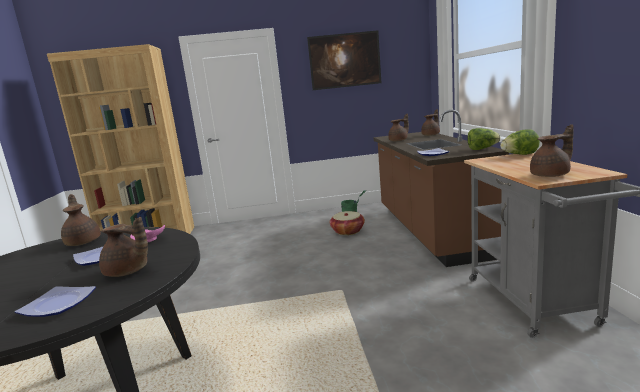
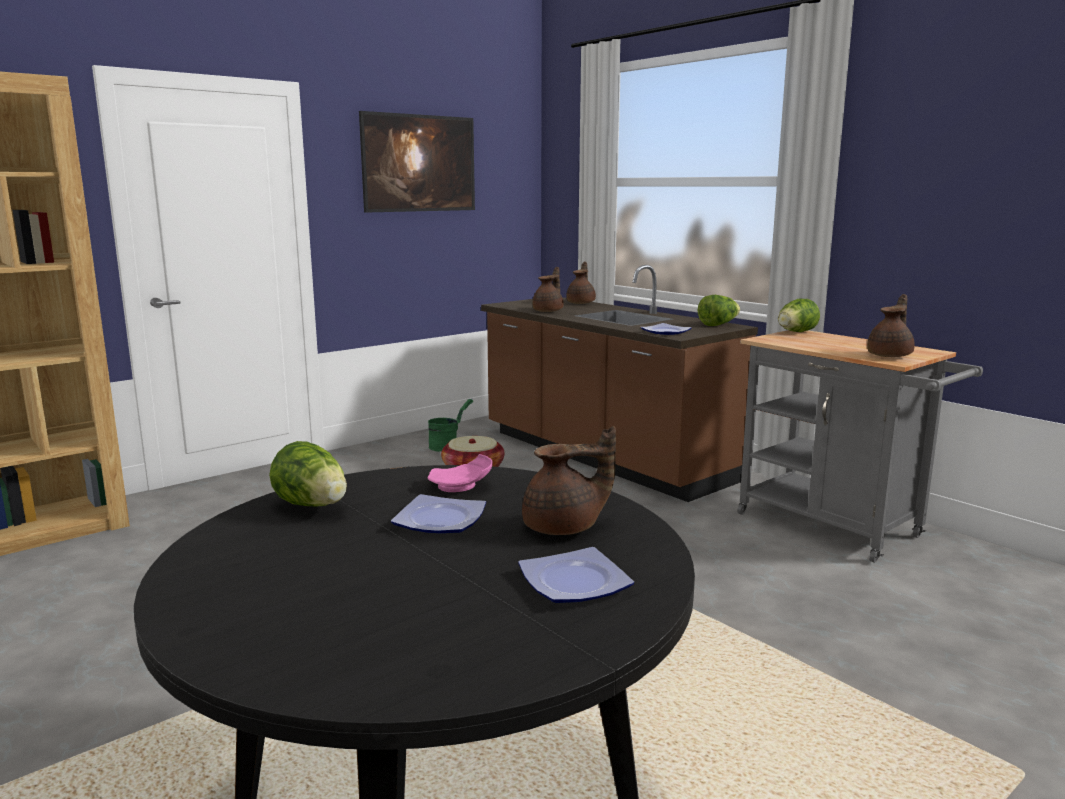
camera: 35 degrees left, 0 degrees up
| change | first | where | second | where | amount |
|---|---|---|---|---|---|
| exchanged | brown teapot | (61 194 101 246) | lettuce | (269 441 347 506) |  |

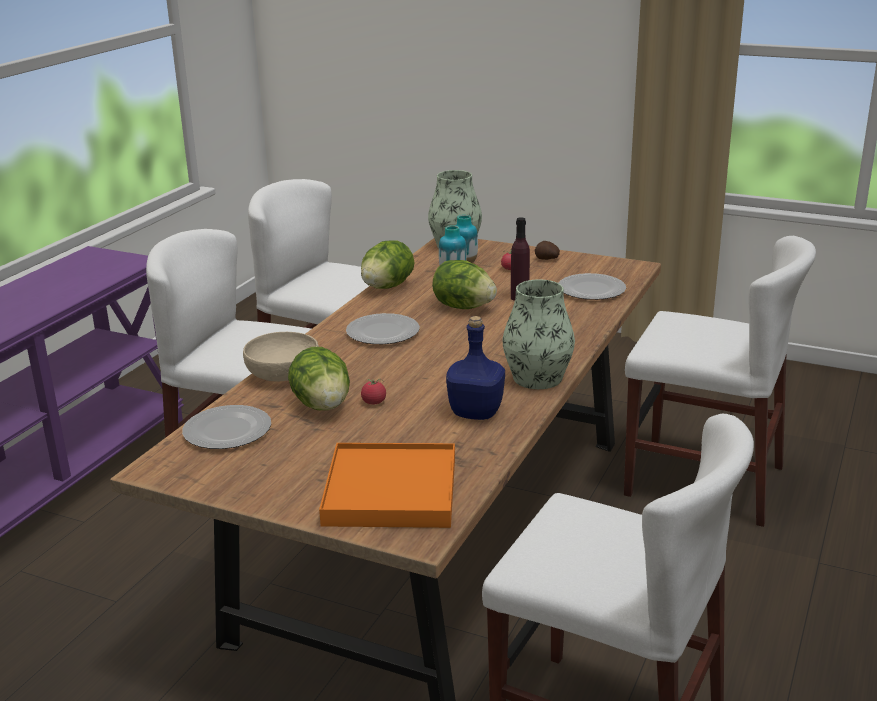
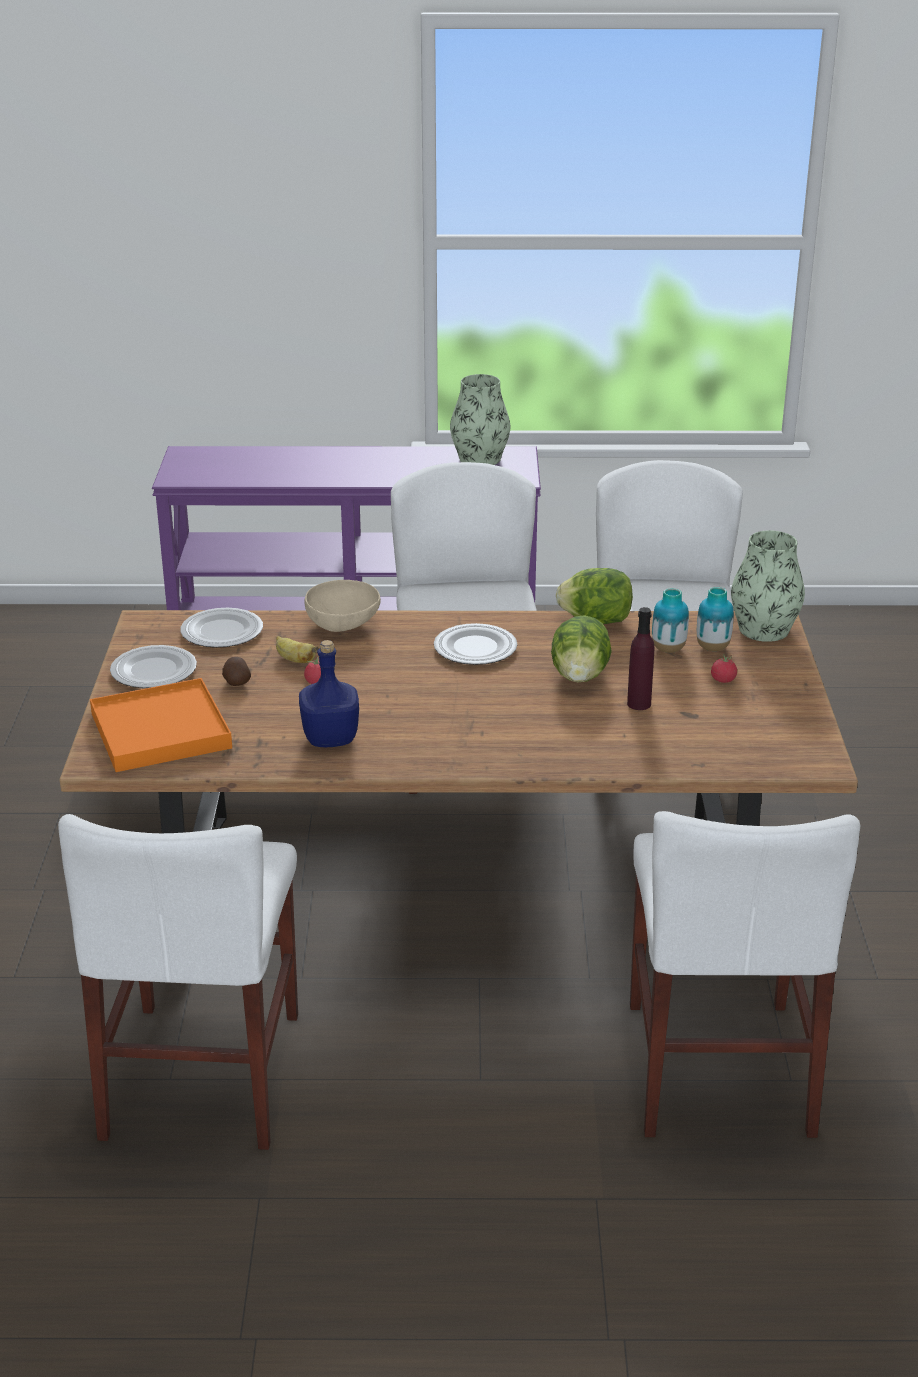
camera: 65 degrees right, 5 degrees up
| change | first | where | second | where | amount |
|---|---|---|---|---|---|
| relocated | potato | (535 241 560 260) |  | (222 657 251 686) |  |
| relocated | plate | (559 273 626 300) |  | (110 645 197 688) |  |
| relocated | vase | (502 279 575 389) |  | (450 374 511 465) |  |
| exchanged | lettuce | (288 347 350 410) | banana | (276 636 319 663) |  |

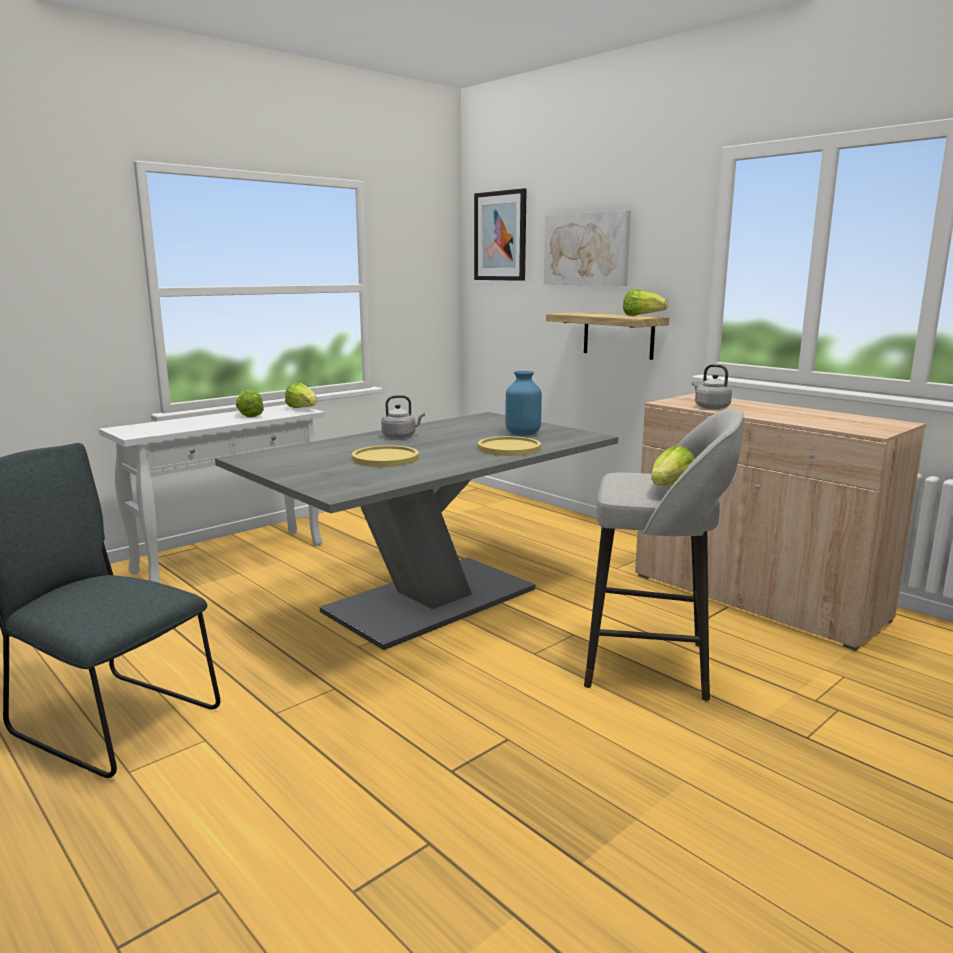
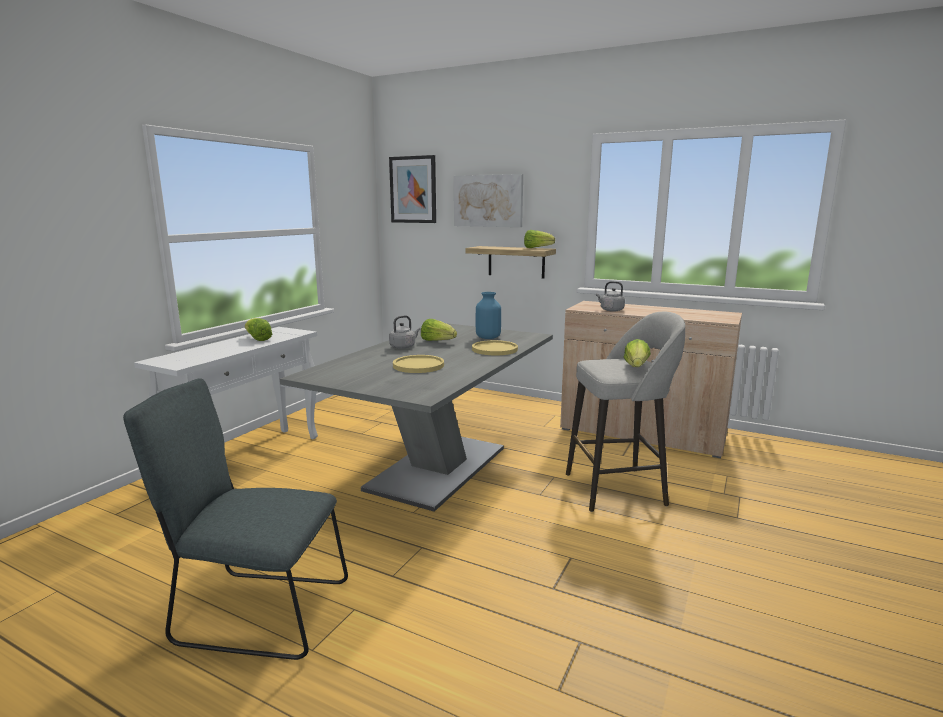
camera: 20 degrees left, 0 degrees up
| change | first | where | second | where | amount |
|---|---|---|---|---|---|
| relocated | lettuce | (285 382 317 408) |  | (421 319 457 341) |  |

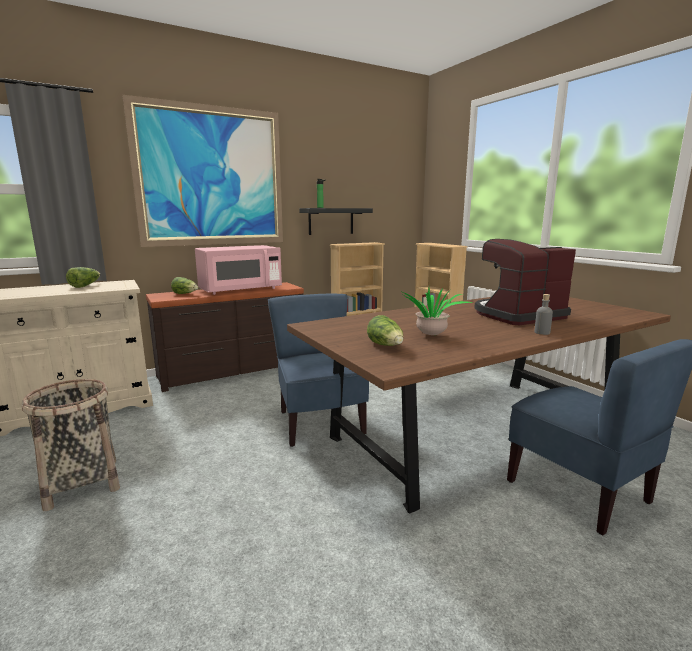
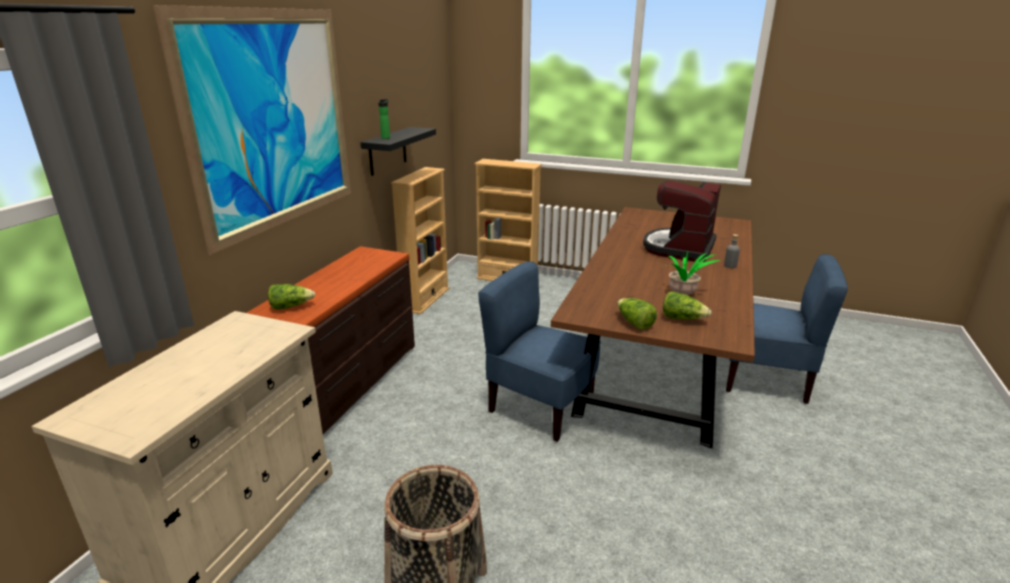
camera: 40 degrees left, 10 degrees up
| change | first | where | second | where | amount |
|---|---|---|---|---|---|
| missing | pink microwave | (195 245 282 295) |  |  |  |
| relocated | lettuce | (66 267 100 288) |  | (618 298 657 330) |  |

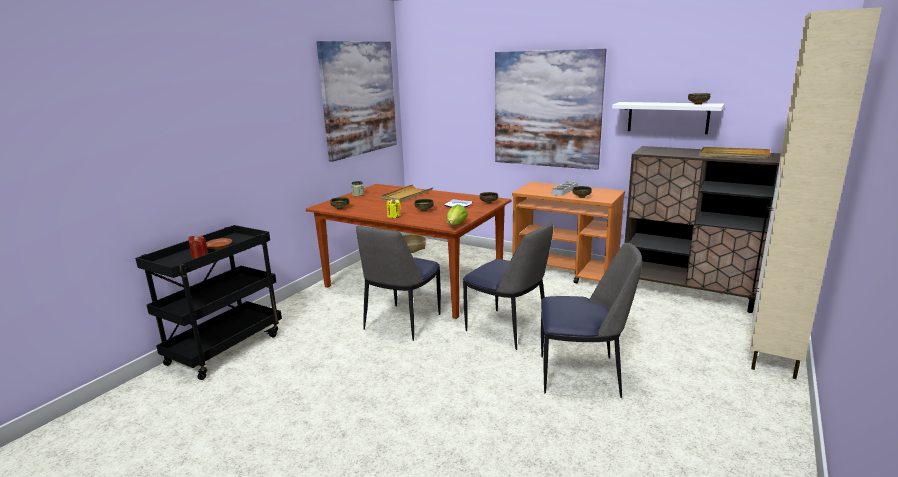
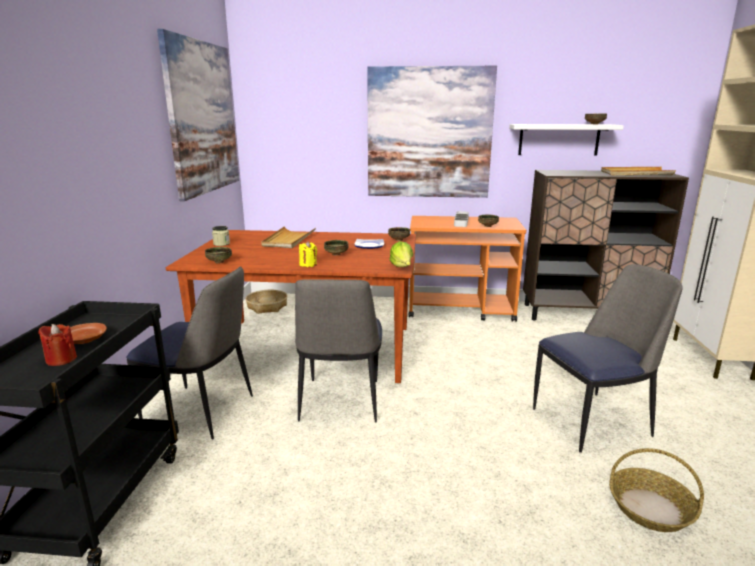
camera: 25 degrees left, 0 degrees up
| change | first | where | second | where | amount |
|---|---|---|---|---|---|
| relocated | chair | (463 222 554 350) |  | (126 266 253 439) |  |
| appeared |  |  | basket | (609 448 704 532) |  |

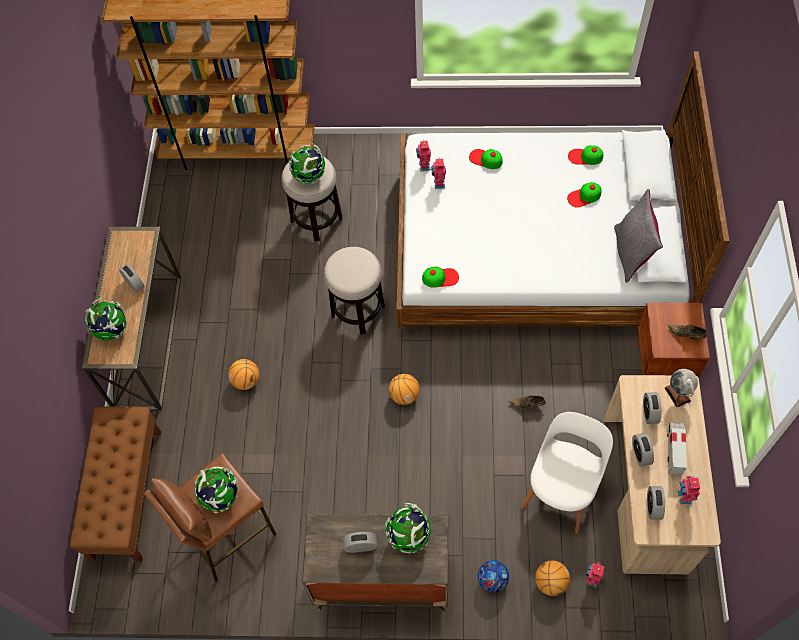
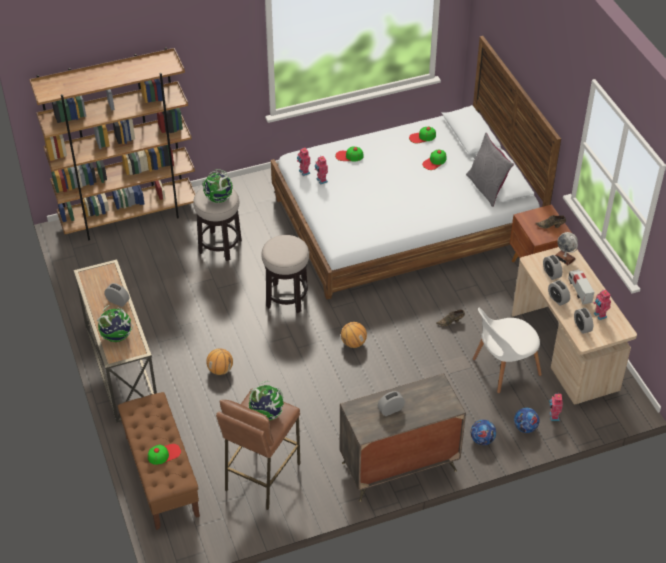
camera: 25 degrees left, 15 degrees down
| change | first | where | second | where | amount |
|---|---|---|---|---|---|
| relocated | cap | (422 266 459 288) |  | (148 443 181 465) |  |
| spun | white chair | (520 412 613 534) |  | (473 308 542 393) | 120 degrees counterclockwise |
| missing | globe | (385 503 431 553) |  |  |  |
| exchanged | basketball | (535 560 570 596) | football | (514 408 539 433) |  |

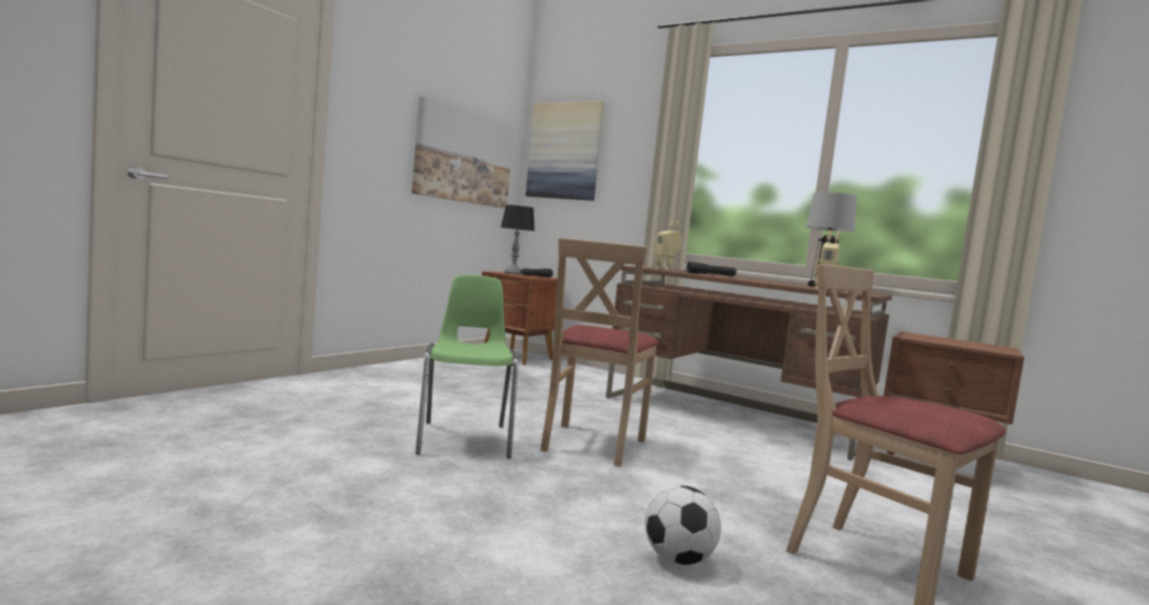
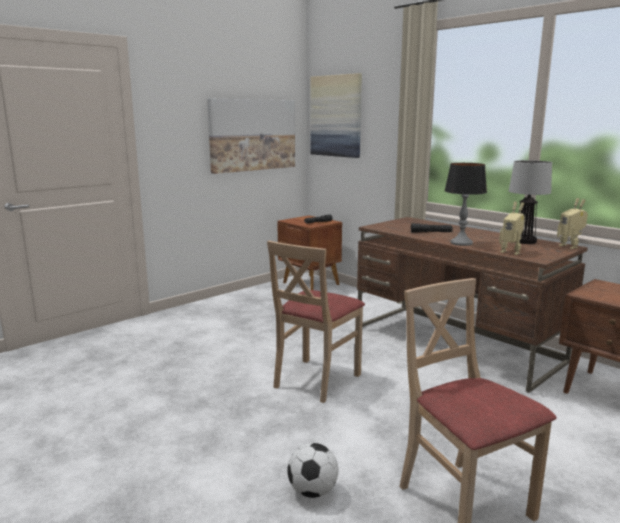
camera: 15 degrees right, 10 degrees up
| change | first | where | second | where | amount |
|---|---|---|---|---|---|
| relocated | table lamp | (501 205 535 275) |  | (444 163 487 246) |  |
| relocated | toy robot | (653 220 682 270) |  | (557 198 588 249) |  |
| missing | green chair | (415 275 518 458) |  |  |  |

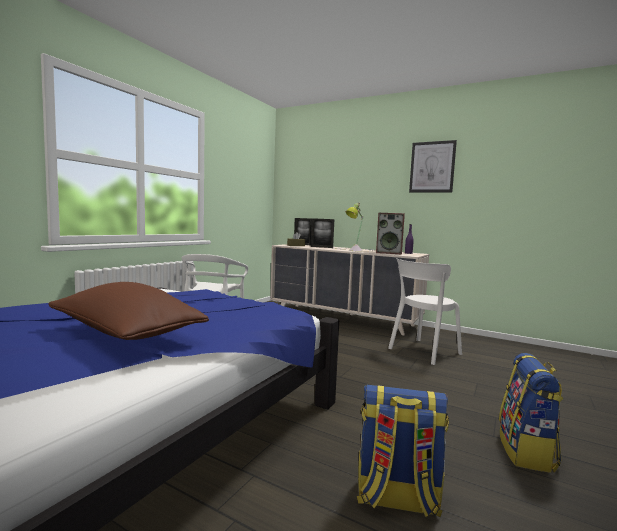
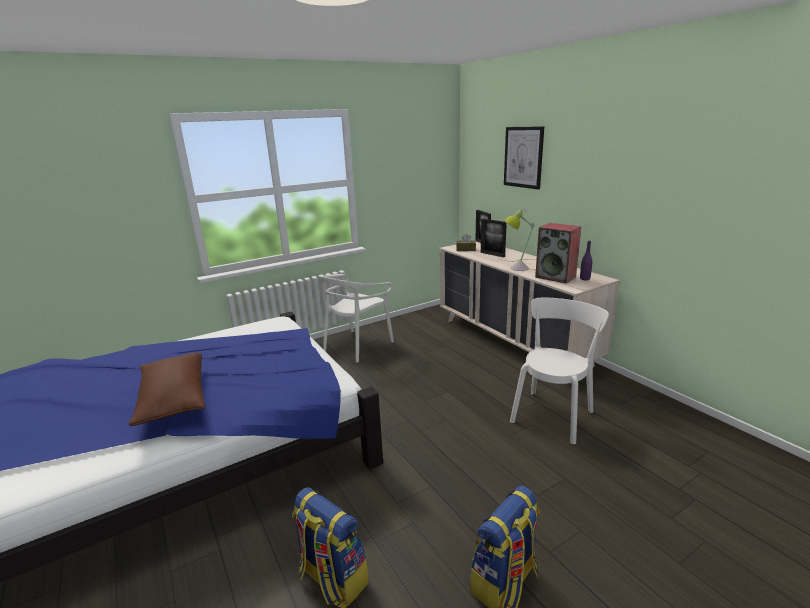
camera: 30 degrees right, 15 degrees up
| change | first | where | second | where | amount |
|---|---|---|---|---|---|
| relocated | picture | (409 140 457 193) |  | (504 126 544 190) |  |
| spun | white chair | (388 258 462 365) |  | (510 298 609 444) | 135 degrees clockwise |

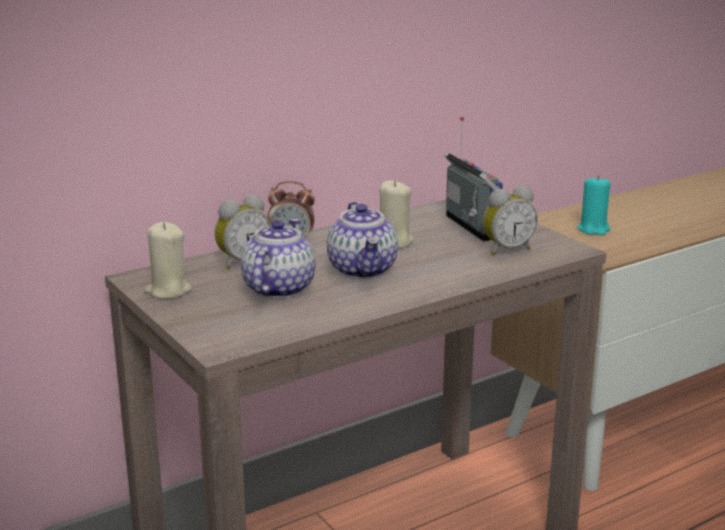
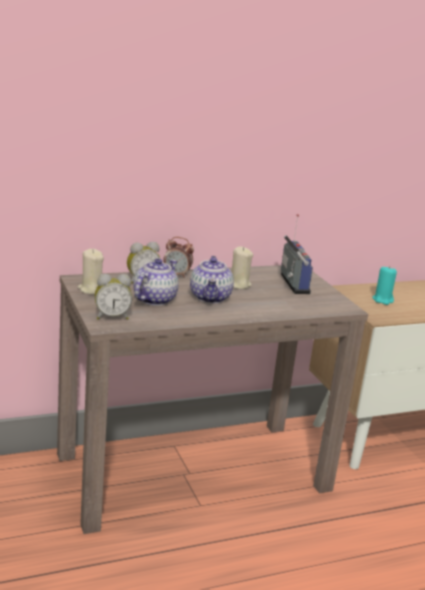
camera: 10 degrees right, 0 degrees up
| change | first | where | second | where | amount |
|---|---|---|---|---|---|
| relocated | alarm clock | (483 186 537 256) |  | (95 274 132 320) |  |

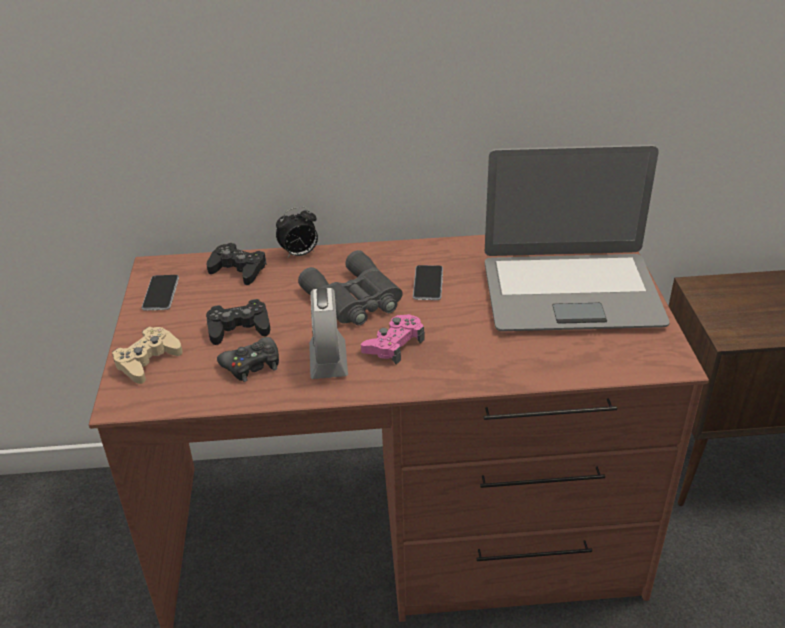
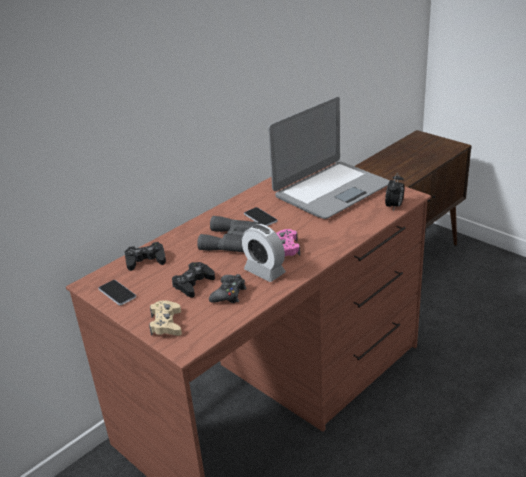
camera: 40 degrees left, 5 degrees down
| change | first | where | second | where | amount |
|---|---|---|---|---|---|
| relocated | alarm clock | (276 207 318 259) |  | (385 173 404 211) |  |

